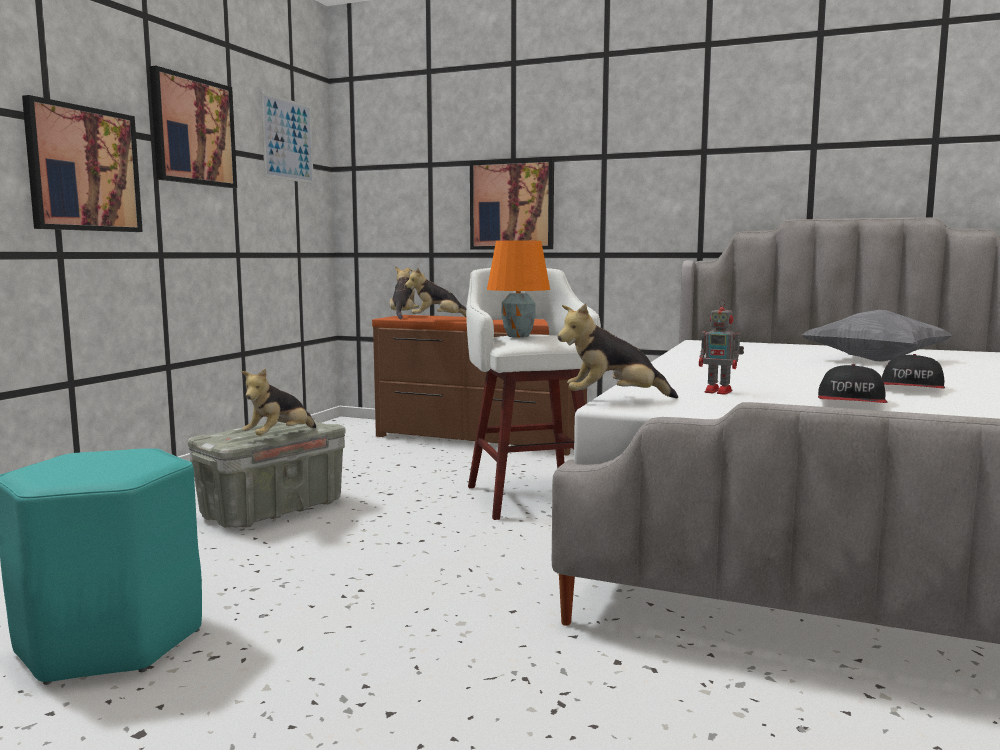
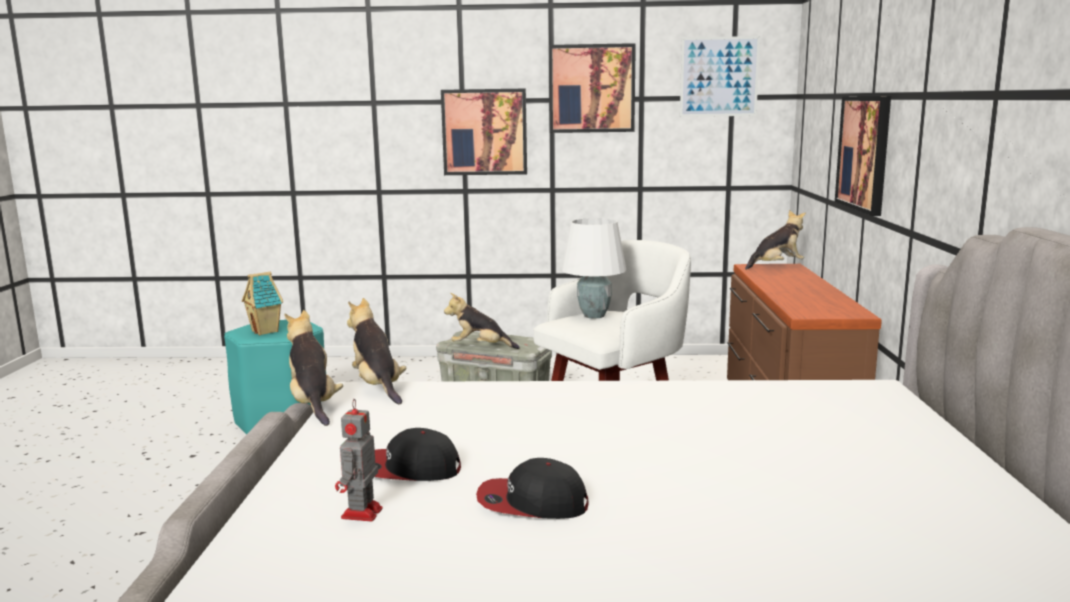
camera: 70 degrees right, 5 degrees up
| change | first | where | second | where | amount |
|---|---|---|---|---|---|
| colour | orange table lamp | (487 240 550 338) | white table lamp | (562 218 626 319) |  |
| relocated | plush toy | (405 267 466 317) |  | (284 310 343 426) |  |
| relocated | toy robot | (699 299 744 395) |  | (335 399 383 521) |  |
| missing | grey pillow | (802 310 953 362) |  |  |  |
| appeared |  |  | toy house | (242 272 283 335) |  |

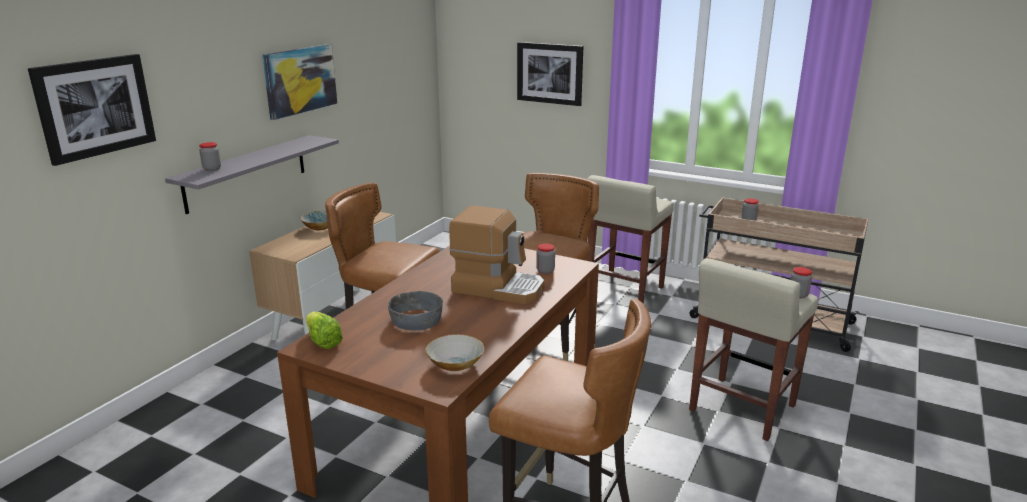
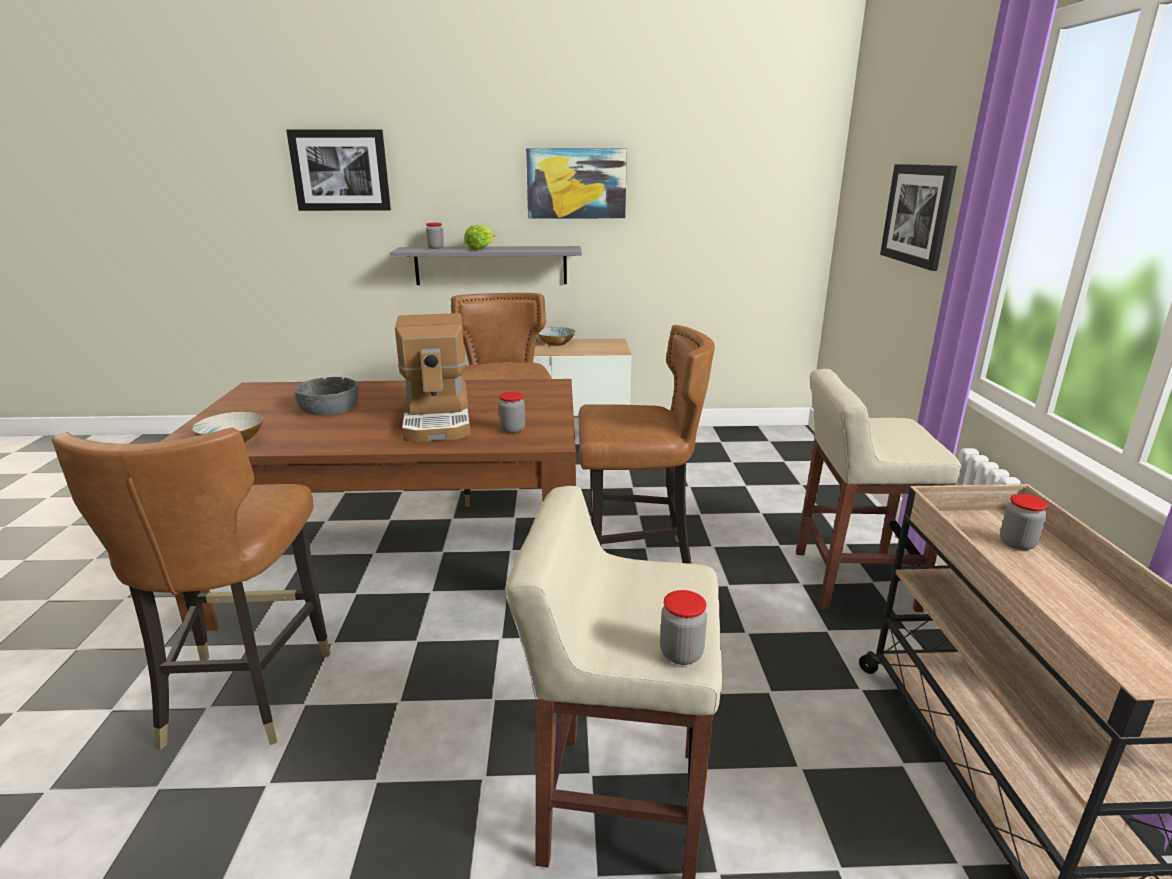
camera: 60 degrees right, 0 degrees up
| change | first | where | second | where | amount |
|---|---|---|---|---|---|
| relocated | lettuce | (306 311 343 349) |  | (464 225 495 250) |  |

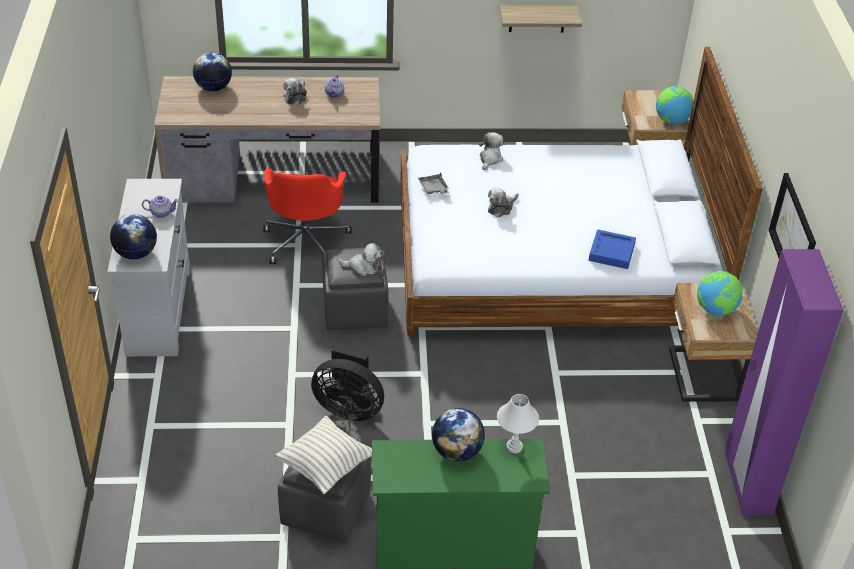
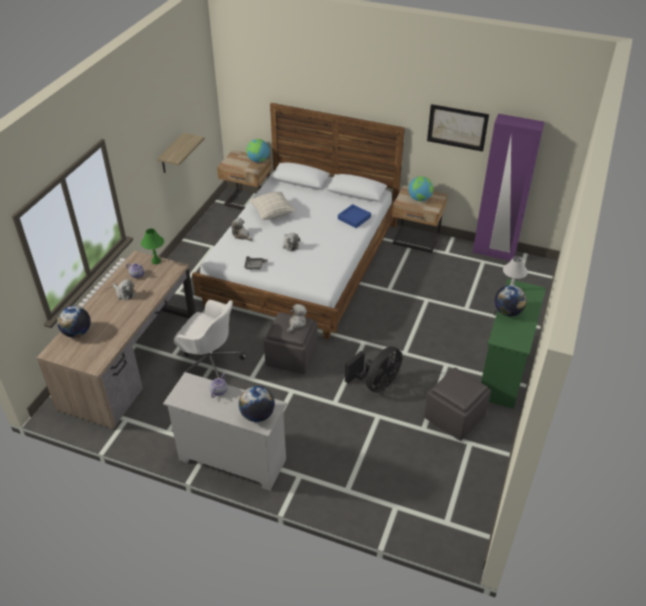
camera: 65 degrees left, 0 degrees up
| change | first | where | second | where | amount |
|---|---|---|---|---|---|
| colour | red office chair | (263 168 352 264) | white office chair | (174 300 246 378) |  |
| relocated | pillow | (275 416 372 494) |  | (249 191 296 220) |  |
| appeared |  |  | green table lamp | (141 228 164 264) |  |

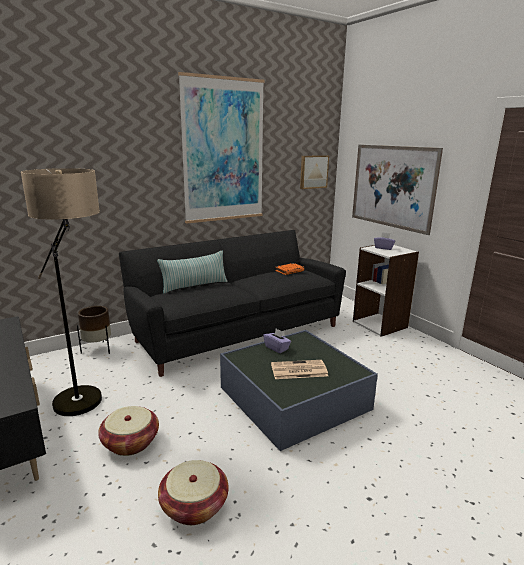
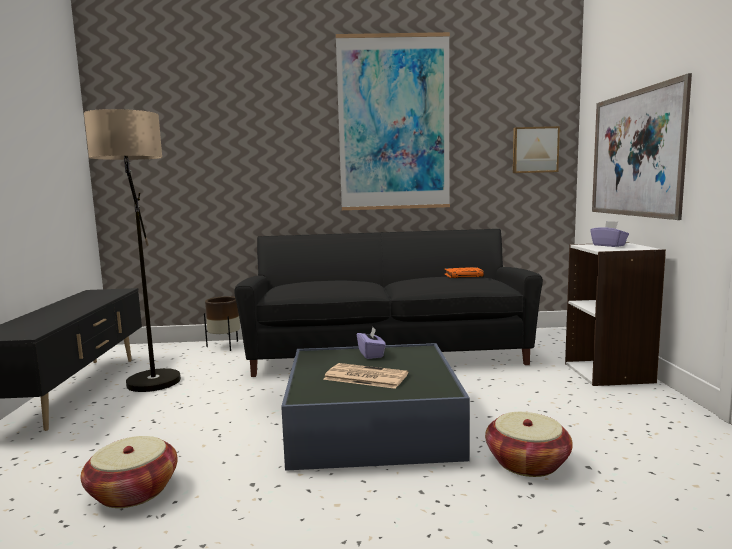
camera: 30 degrees right, 10 degrees down
| change | first | where | second | where | amount |
|---|---|---|---|---|---|
| missing | pillow | (157 251 228 294) |  |  |  |
| relocated | basket | (98 406 159 456) |  | (485 412 573 477) |  |

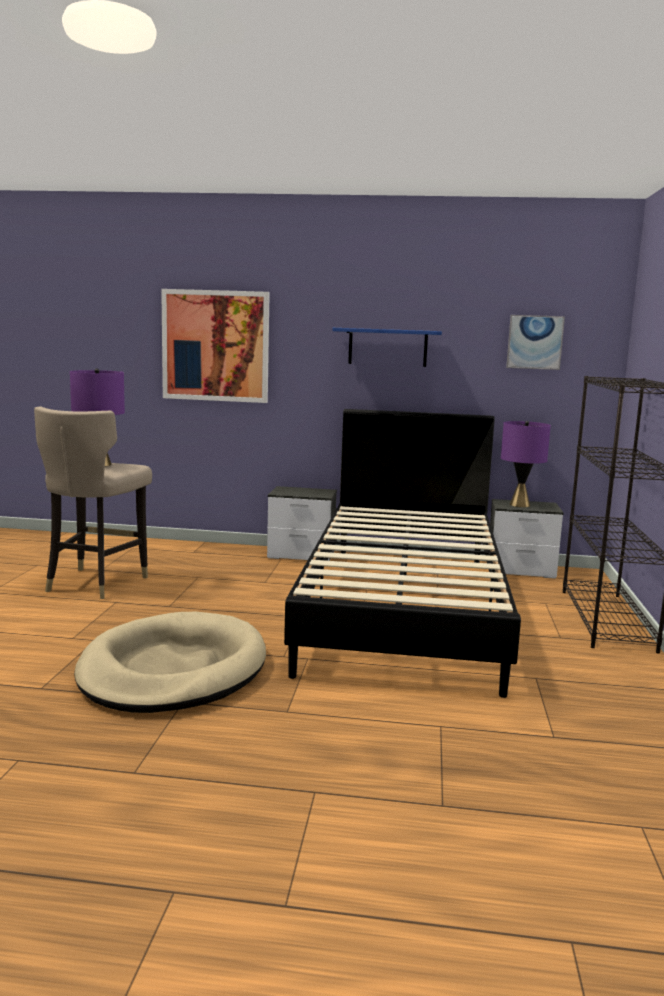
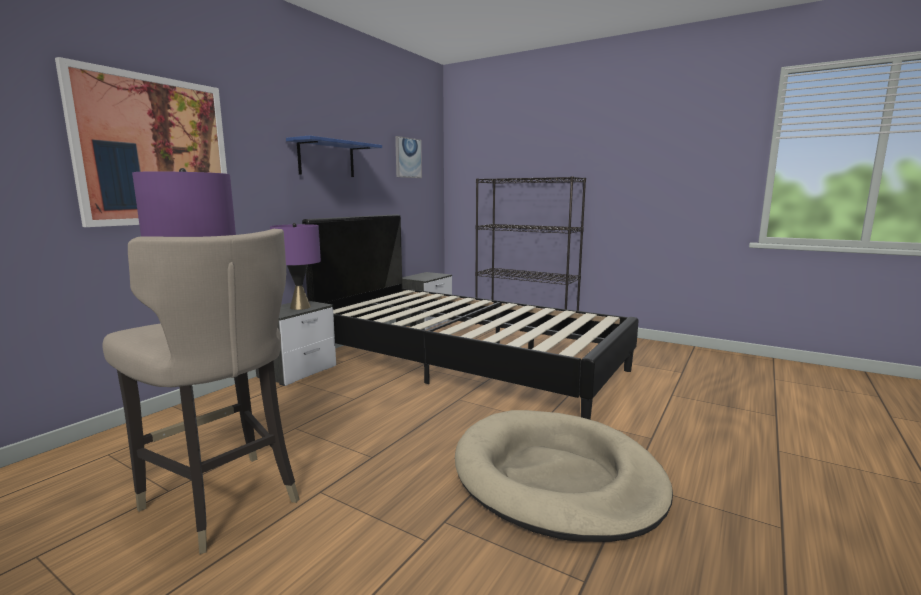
camera: 65 degrees left, 0 degrees up
| change | first | where | second | where | amount |
|---|---|---|---|---|---|
| relocated | purple table lamp | (501 421 551 507) |  | (270 223 321 310) |  |

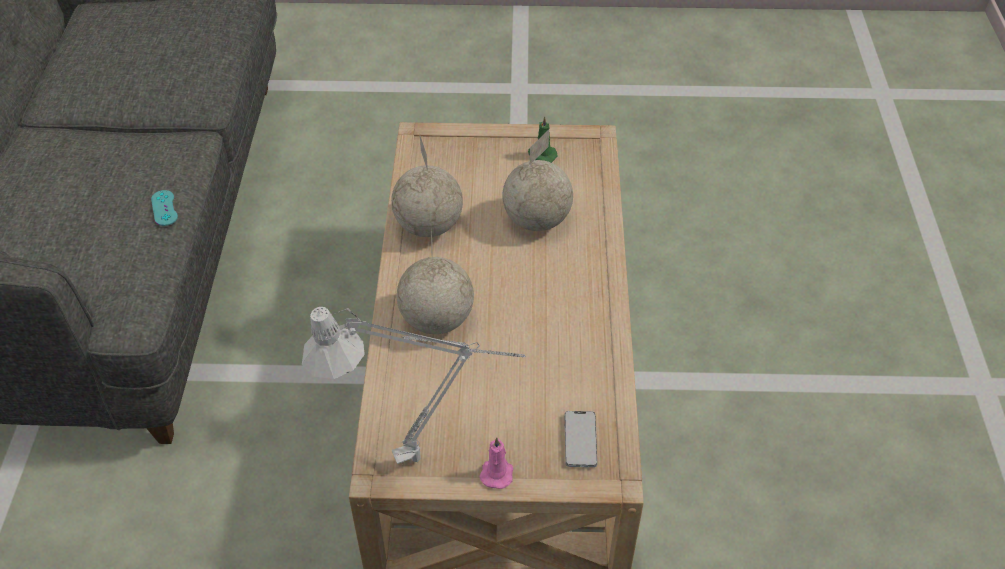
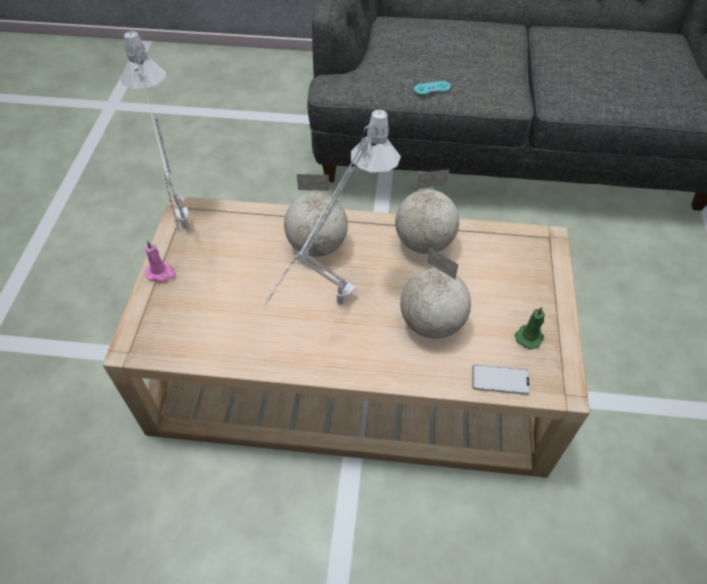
camera: 95 degrees right, 5 degrees up
| change | first | where | second | where | amount |
|---|---|---|---|---|---|
| relocated | phone | (565 411 598 467) |  | (472 365 530 395) |  |
| appeared |  |  | grey table lamp | (264 110 401 307) |  |

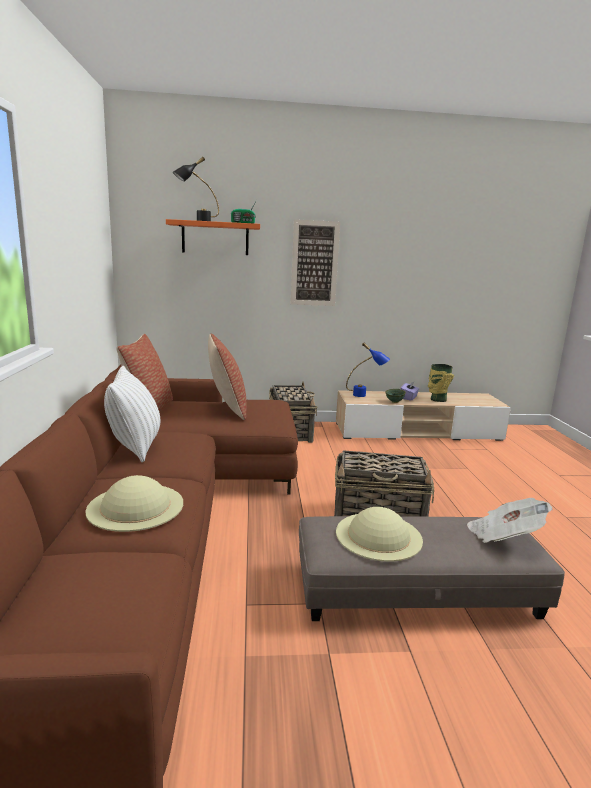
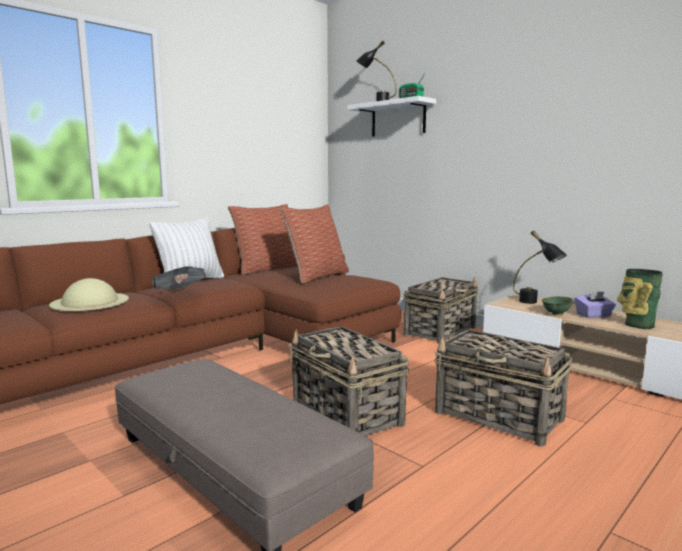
camera: 50 degrees right, 5 degrees down
| change | first | where | second | where | amount |
|---|---|---|---|---|---|
| colour | orange shelf | (166 219 260 255) | white shelf | (347 96 436 137) |  |
| missing | picture | (291 219 340 306) |  |  |  |
| colour | blue table lamp | (346 343 390 397) | black table lamp | (513 231 567 304) |  |
| relocated | newspaper | (467 498 553 543) |  | (151 266 206 289) |  |
| missing | beige hat | (336 507 423 562) |  |  |  |
| appeared |  |  | basket | (435 330 573 447) |  |

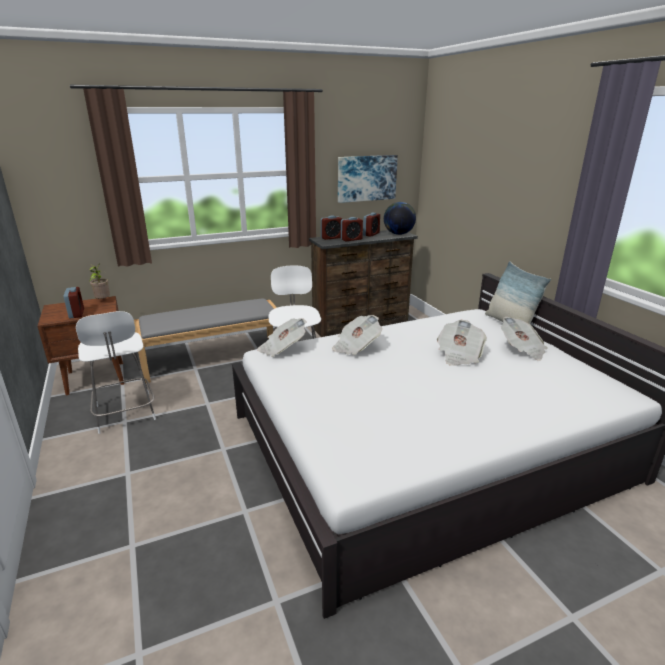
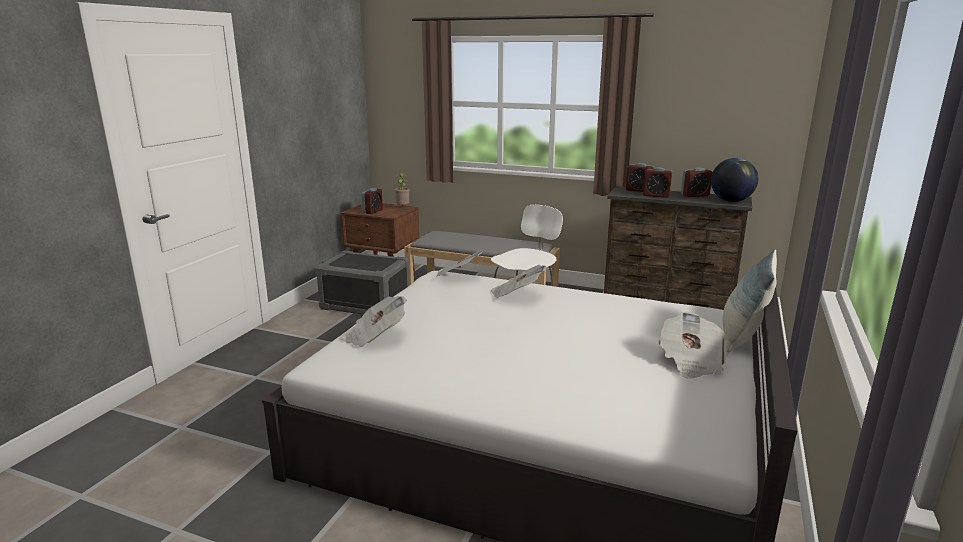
camera: 45 degrees right, 5 degrees down
| change | first | where | second | where | amount |
|---|---|---|---|---|---|
| missing | picture | (338 155 398 203) |  |  |  |
| exchanged | white chair | (76 311 156 434) | grey storage box | (315 250 409 315) |  |
| relocated | newspaper | (437 320 487 366) |  | (342 296 407 347) |  |

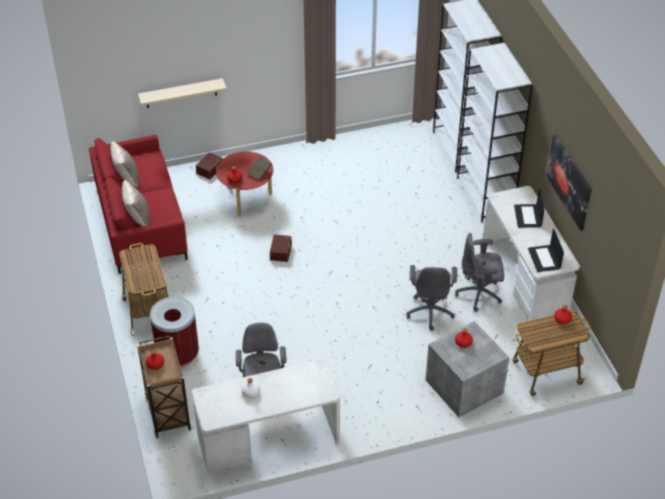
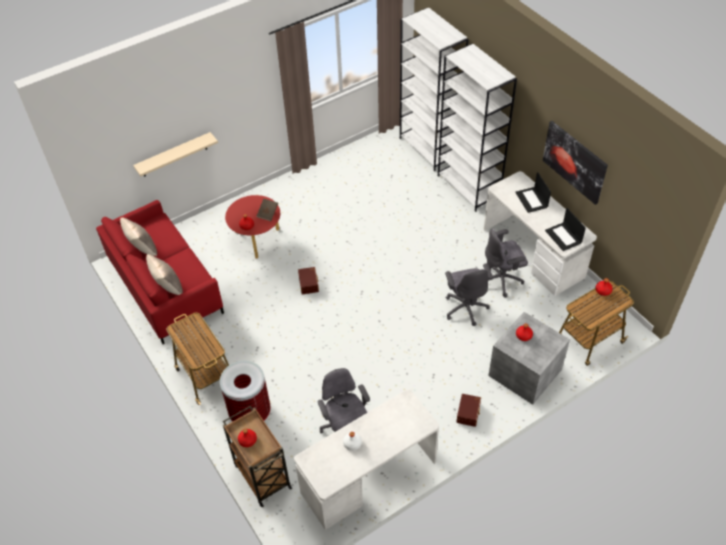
camera: 15 degrees left, 5 degrees up
| change | first | where | second | where | amount |
|---|---|---|---|---|---|
| relocated | brown storage box | (196 152 223 179) |  | (456 394 481 427) |  |

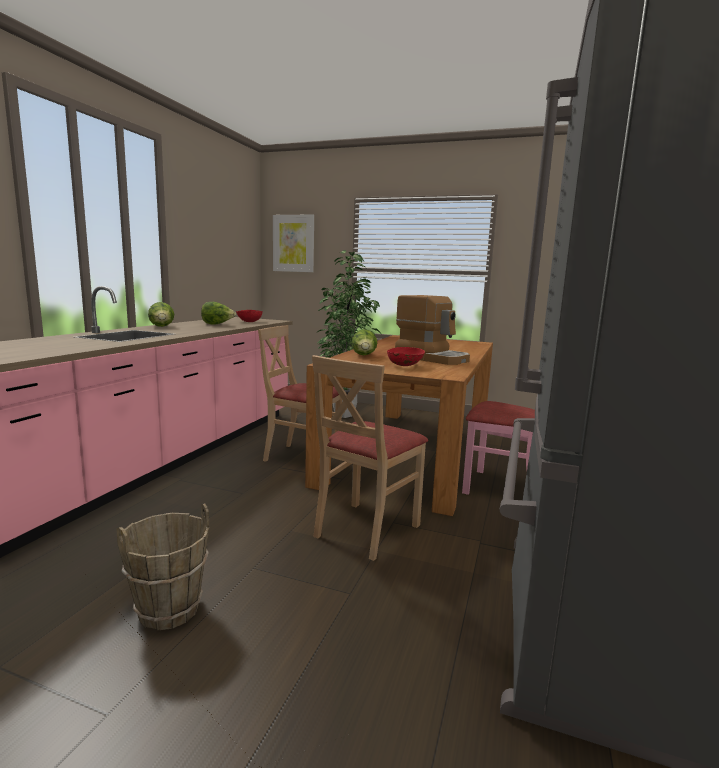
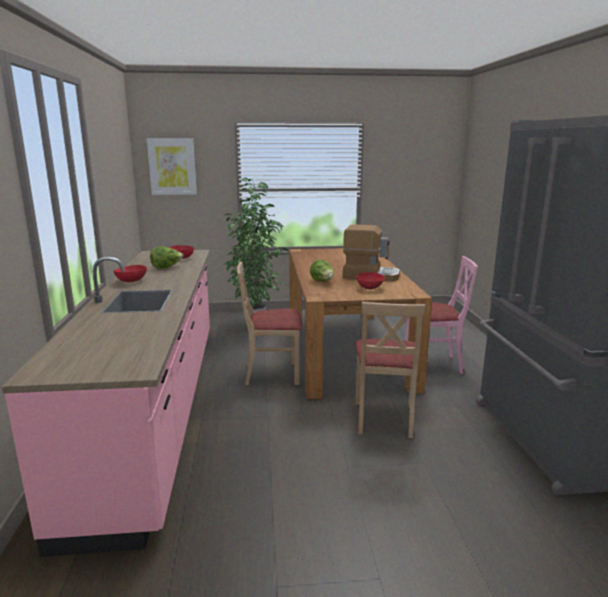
camera: 25 degrees left, 5 degrees up
| change | first | where | second | where | amount |
|---|---|---|---|---|---|
| exchanged | lettuce | (148 302 174 327) | red bowl | (113 265 147 282) |  |
| missing | brown bucket | (116 503 209 630) |  |  |  |

